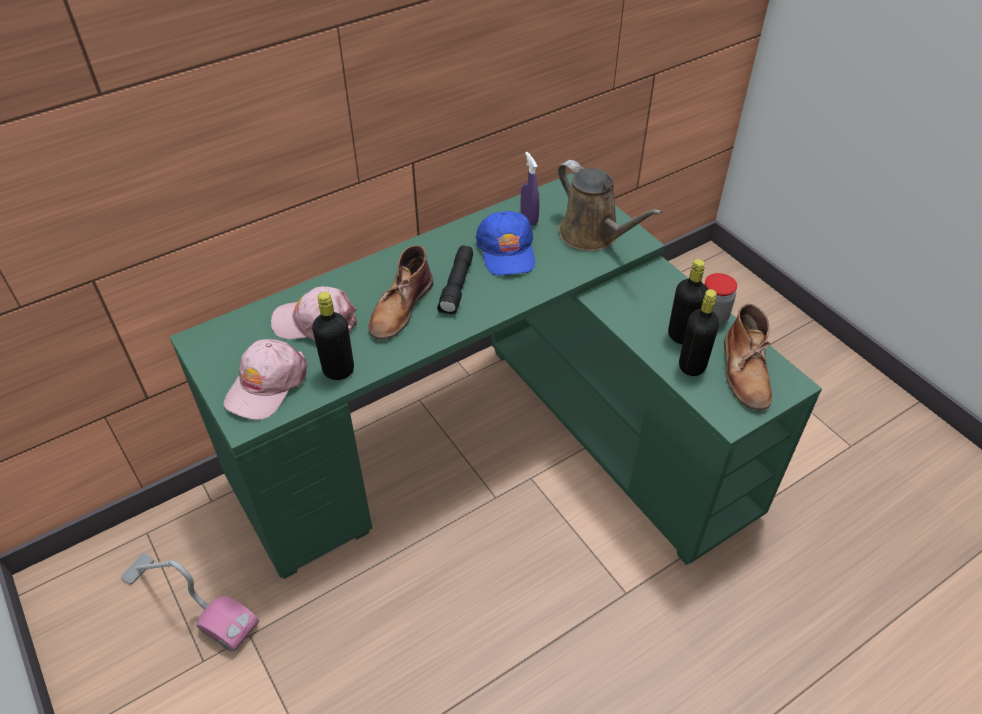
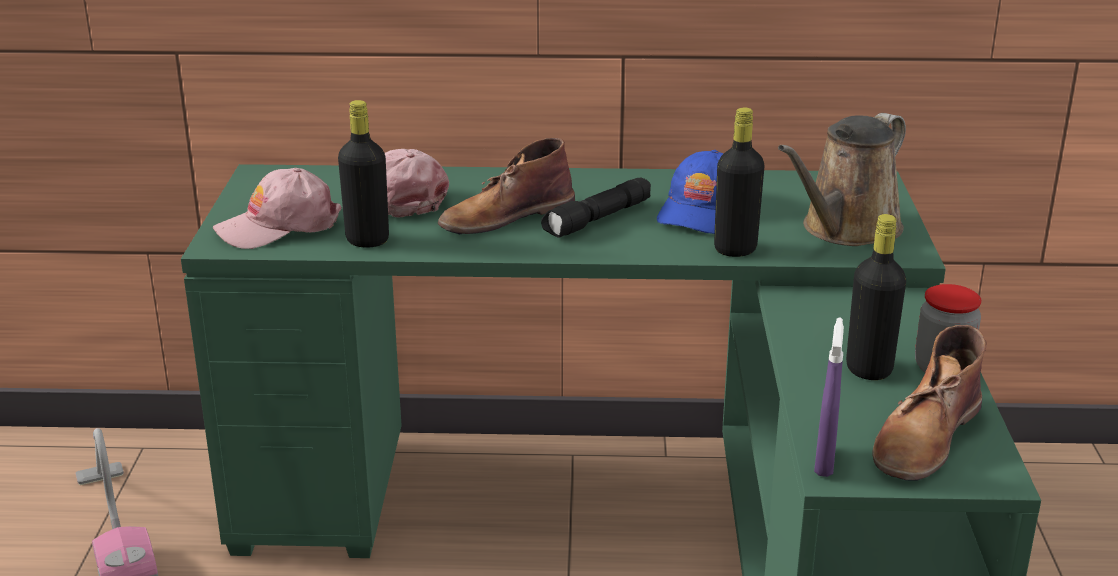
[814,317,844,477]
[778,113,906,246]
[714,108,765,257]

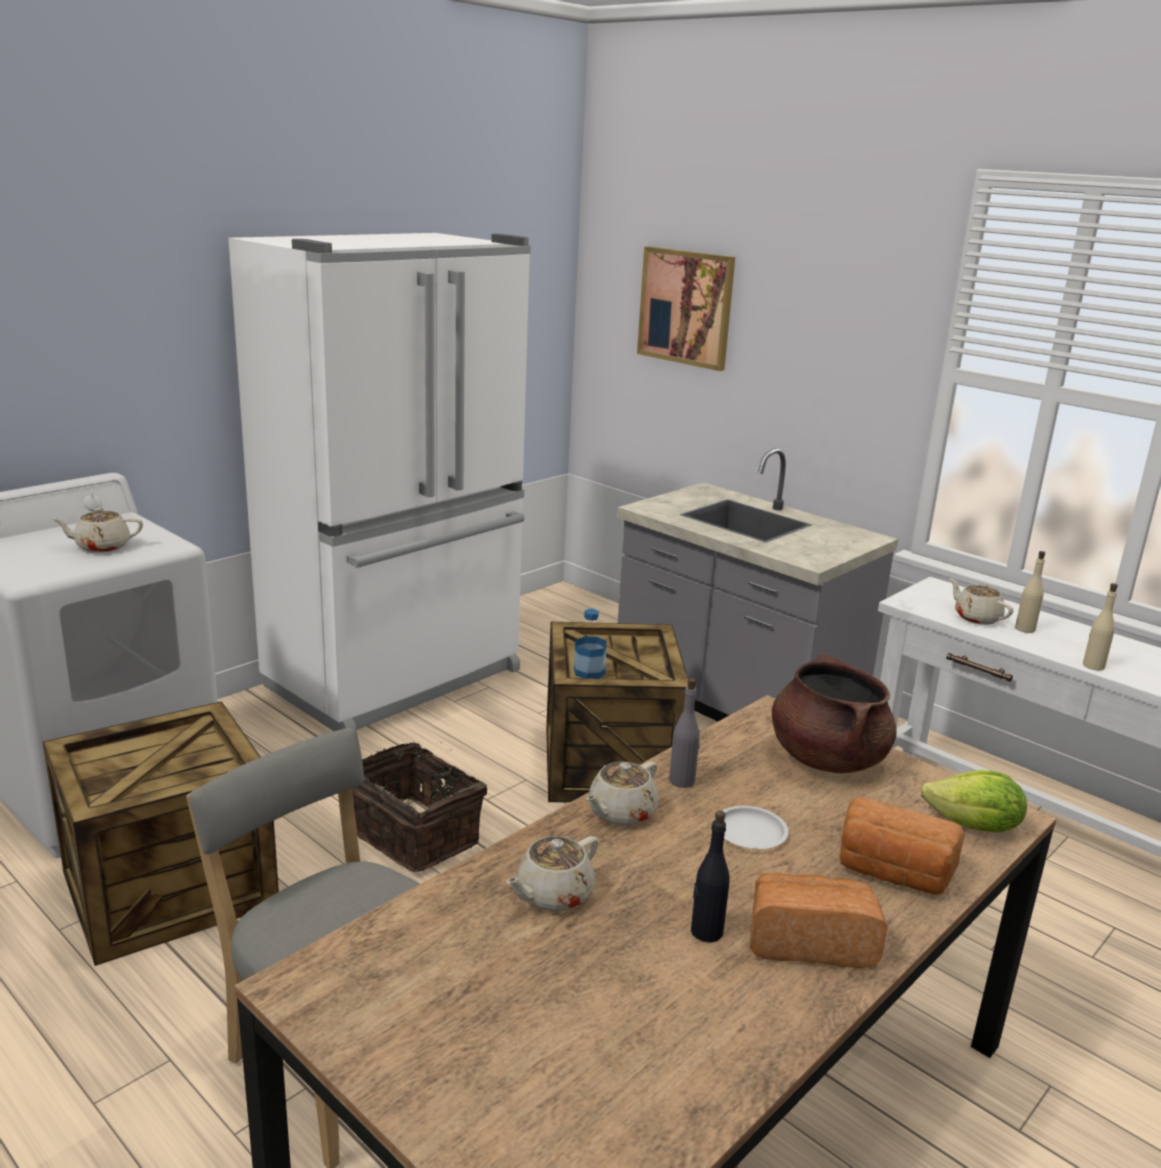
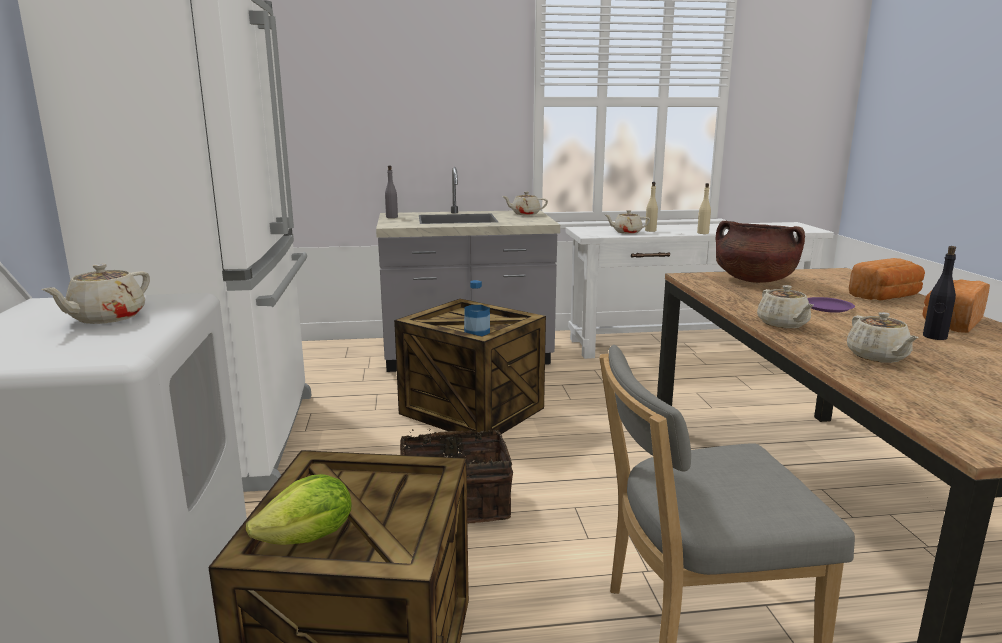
[637,247,735,371] (first image)
[385,165,398,218]
[246,474,352,545]
[808,297,855,313]
[502,191,548,215]

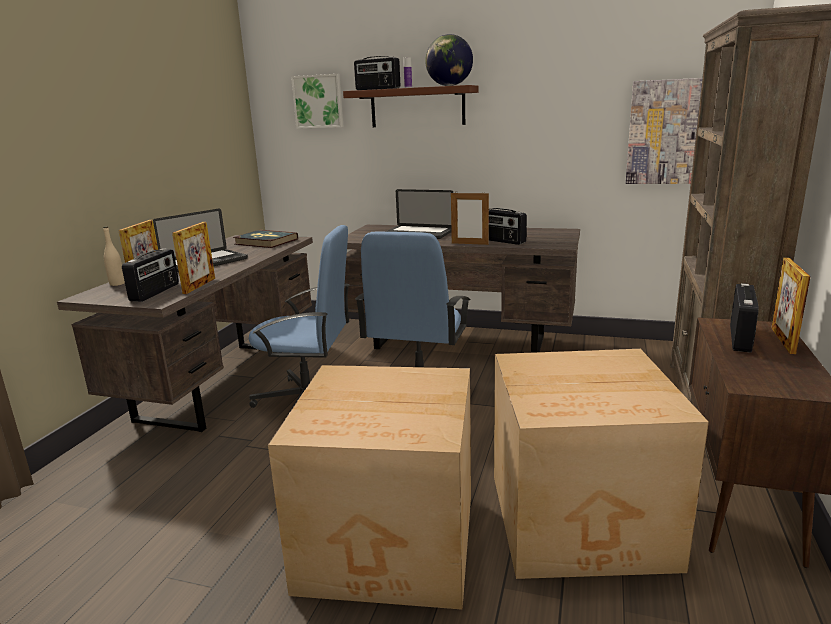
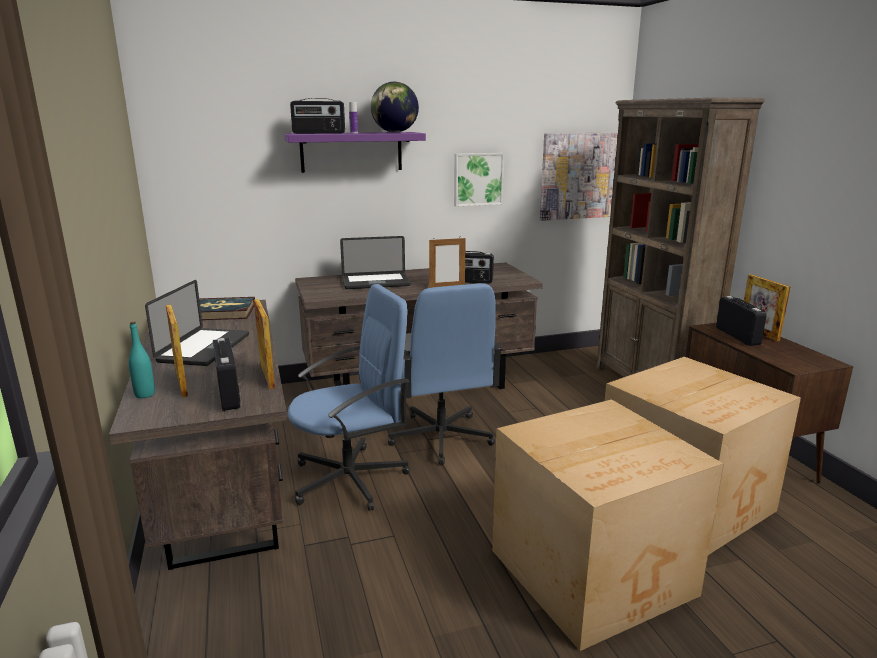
[454,153,504,206]
[284,132,426,173]
[129,322,155,398]

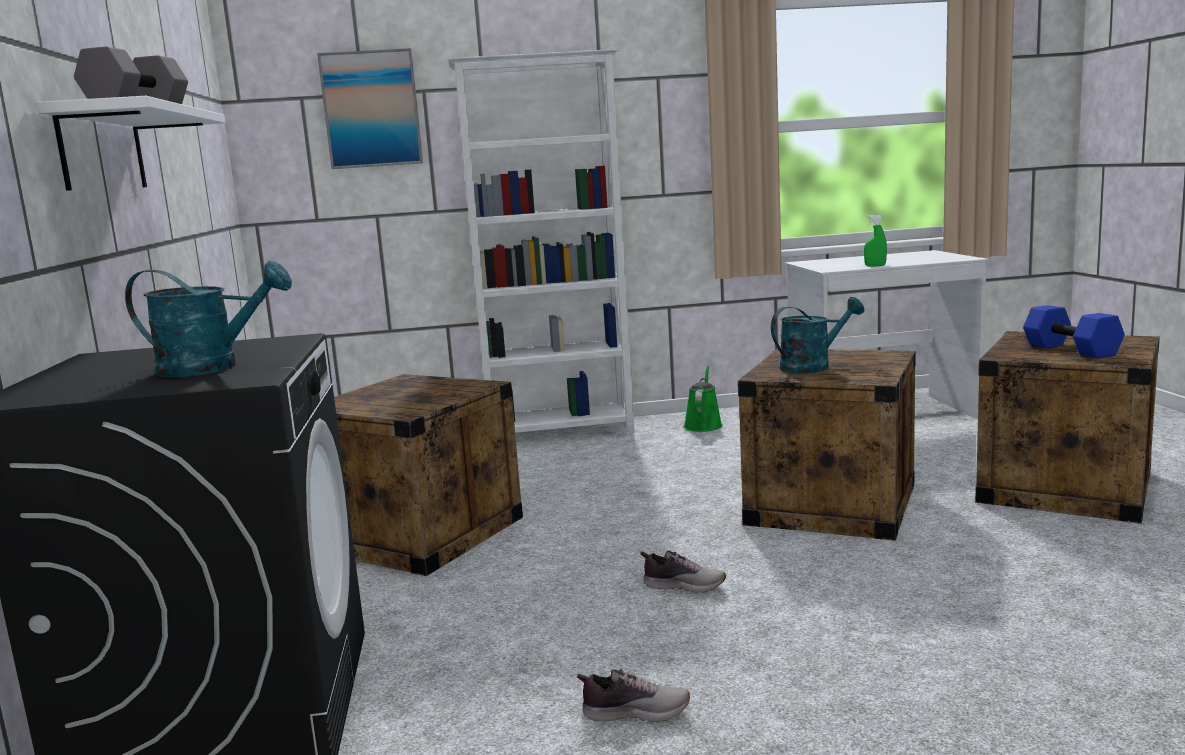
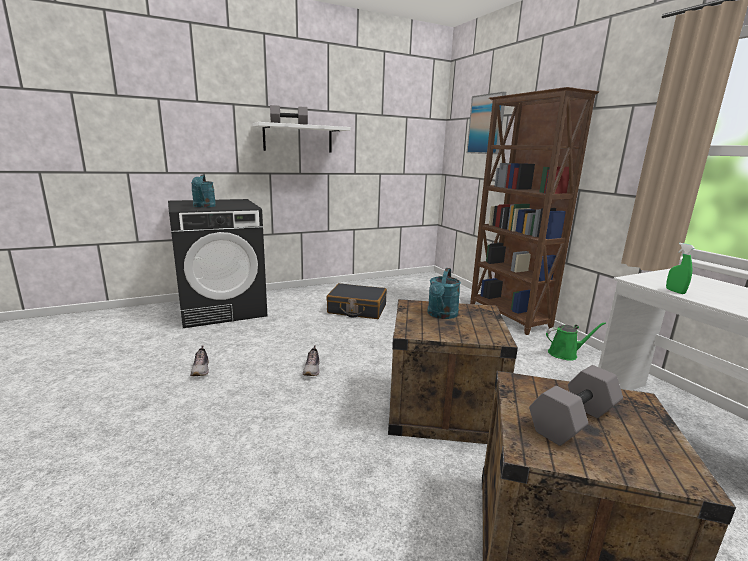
[470,87,599,335]
[427,268,461,319]
[529,365,623,446]
[326,283,387,319]

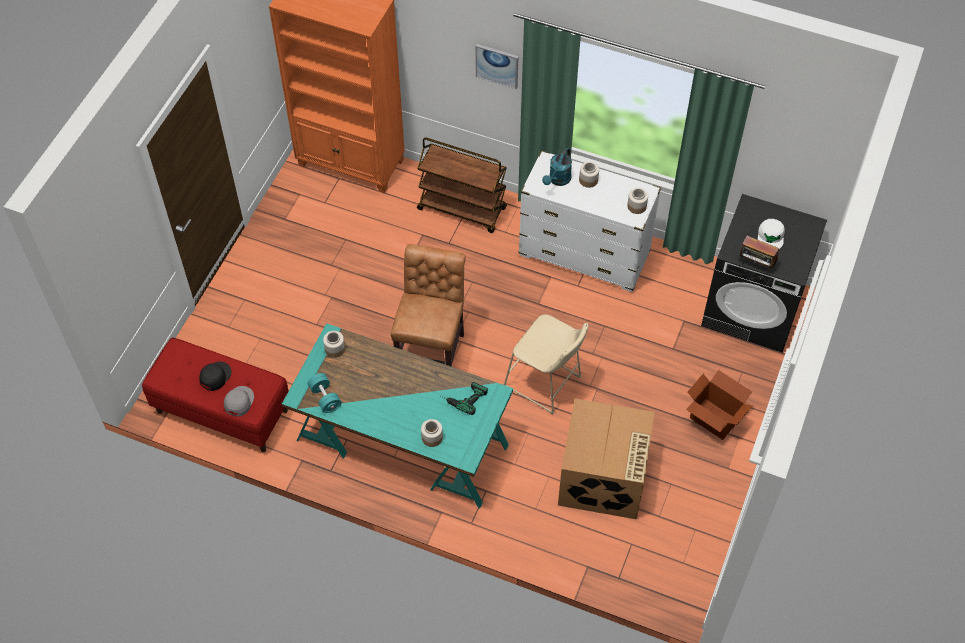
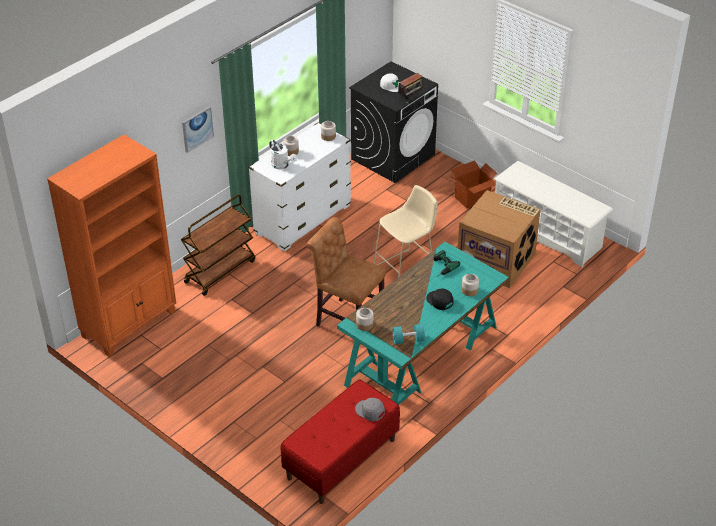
[269,140,297,169]
[426,288,453,310]
[494,161,613,267]

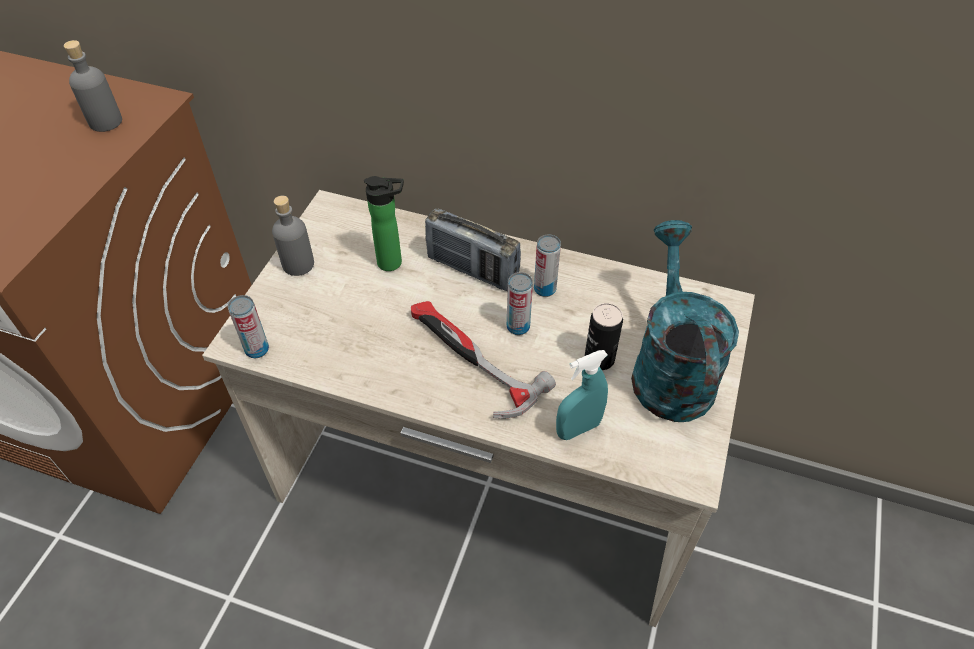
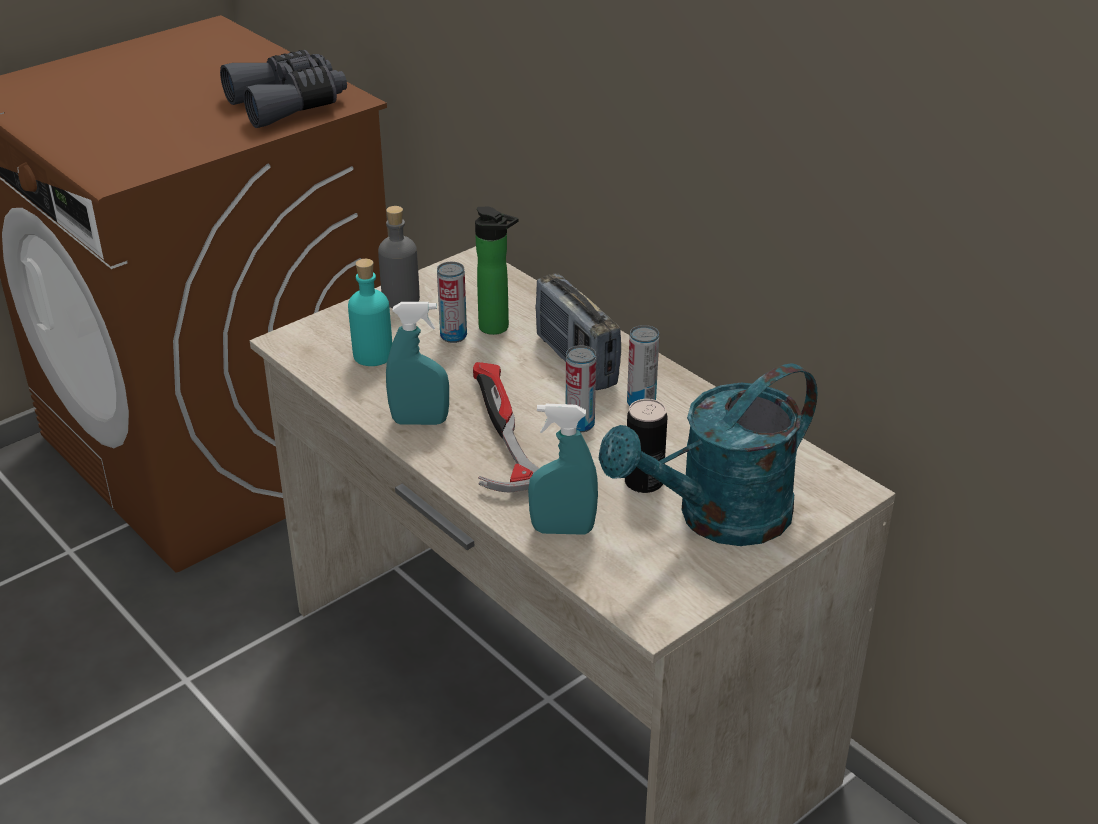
[220,50,347,128]
[599,363,818,546]
[437,262,467,343]
[348,259,392,366]
[386,302,449,425]

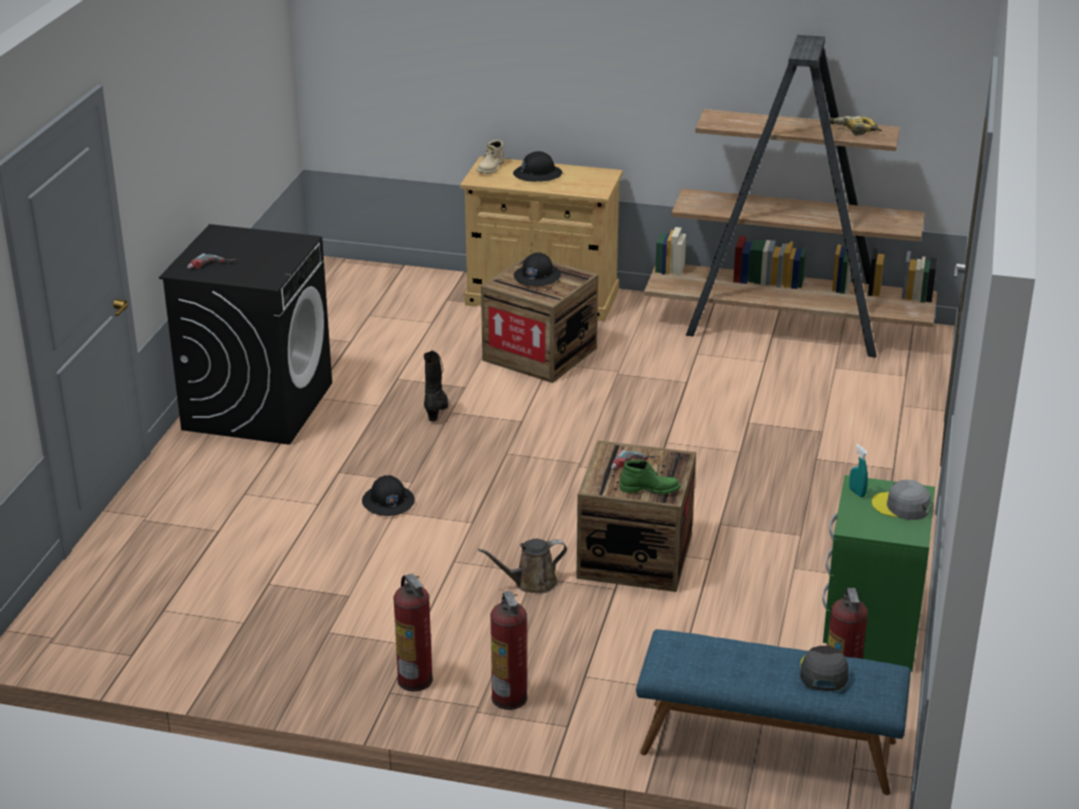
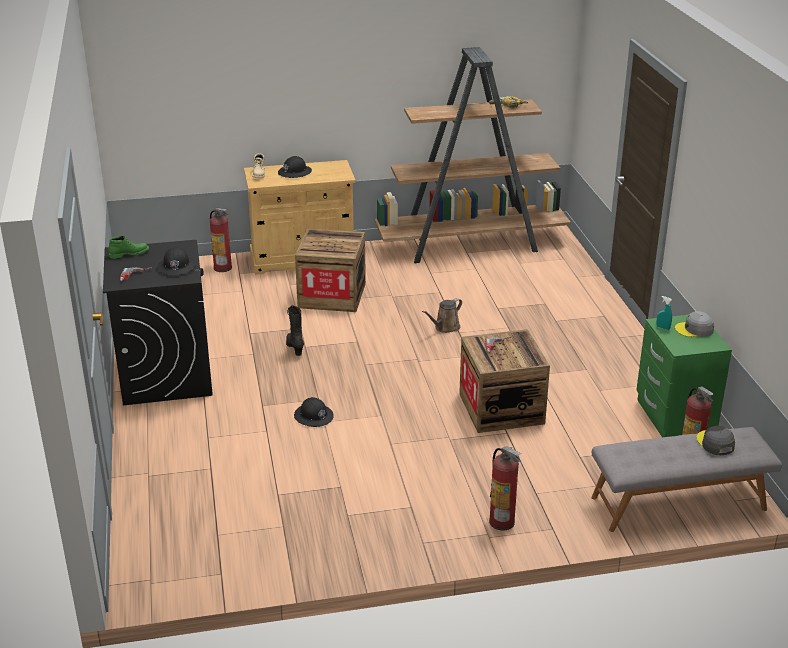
[157,247,196,275]
[109,236,149,259]
[422,298,462,333]
[210,208,232,272]
[591,427,782,532]

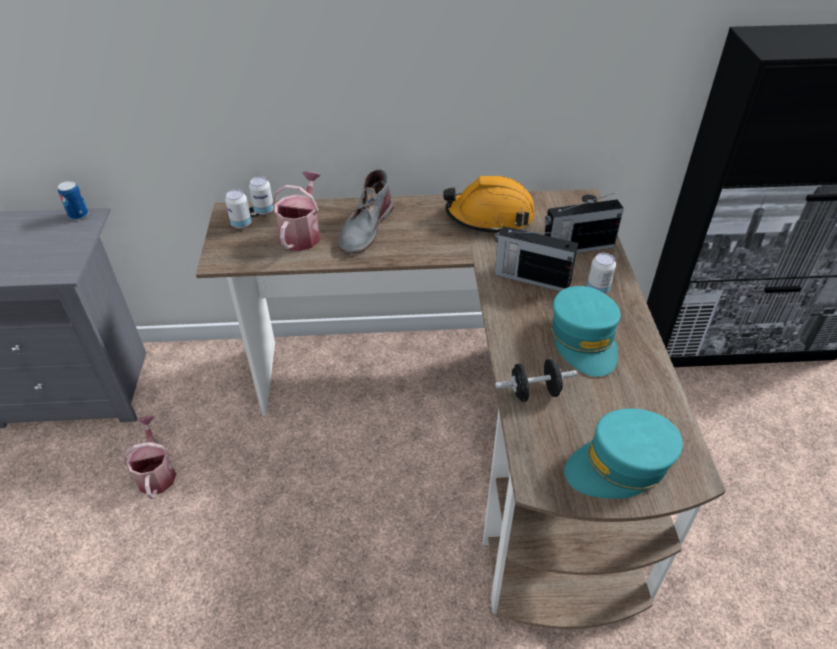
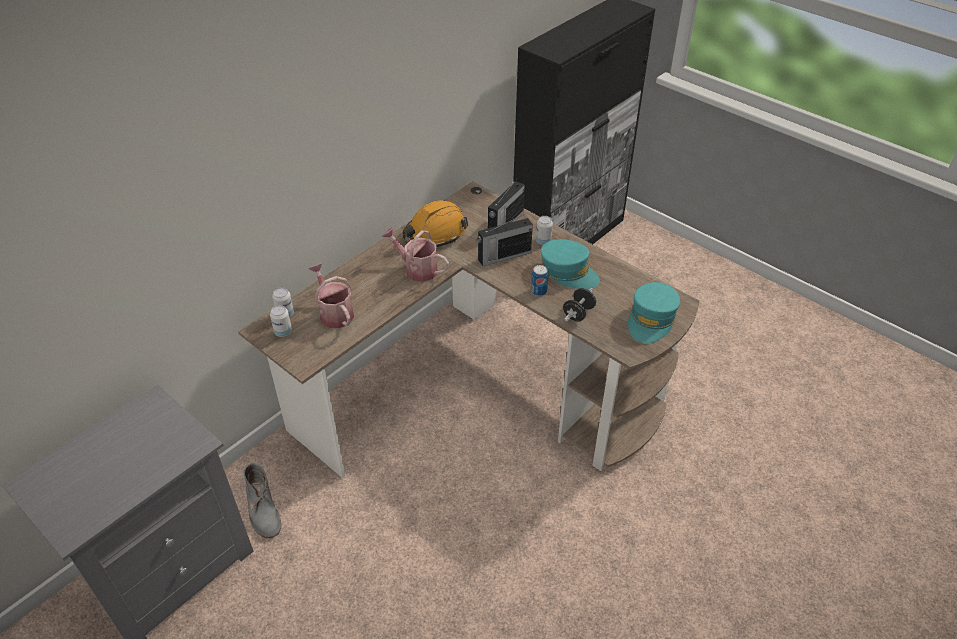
[244,463,281,539]
[531,265,548,296]
[382,227,449,282]

